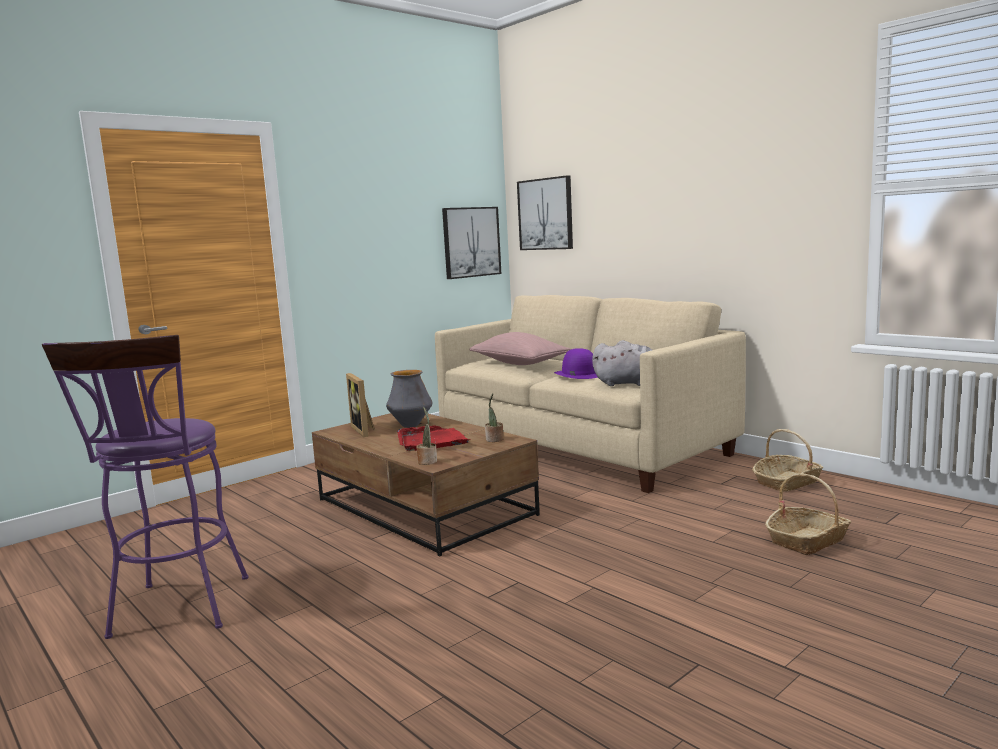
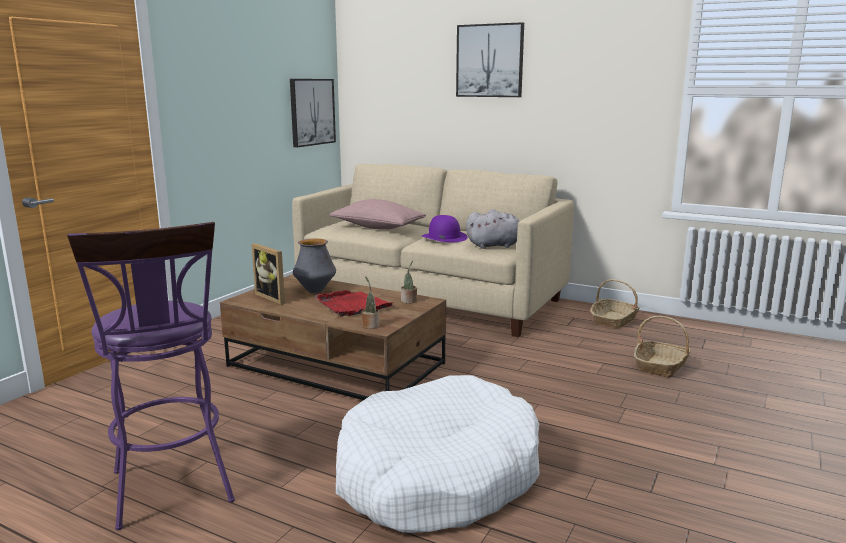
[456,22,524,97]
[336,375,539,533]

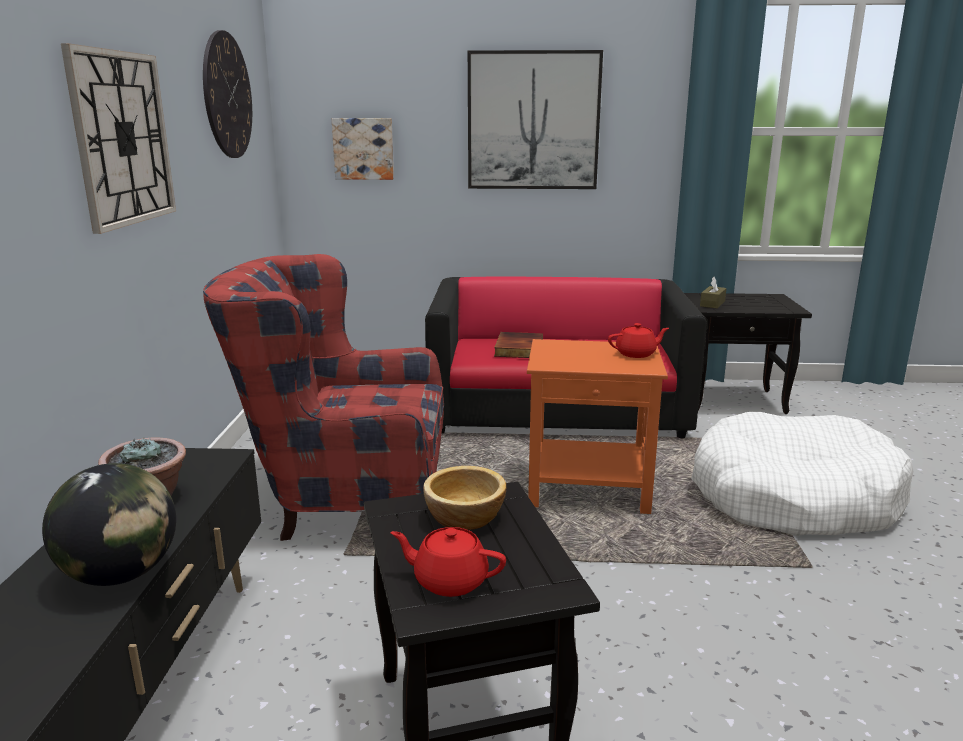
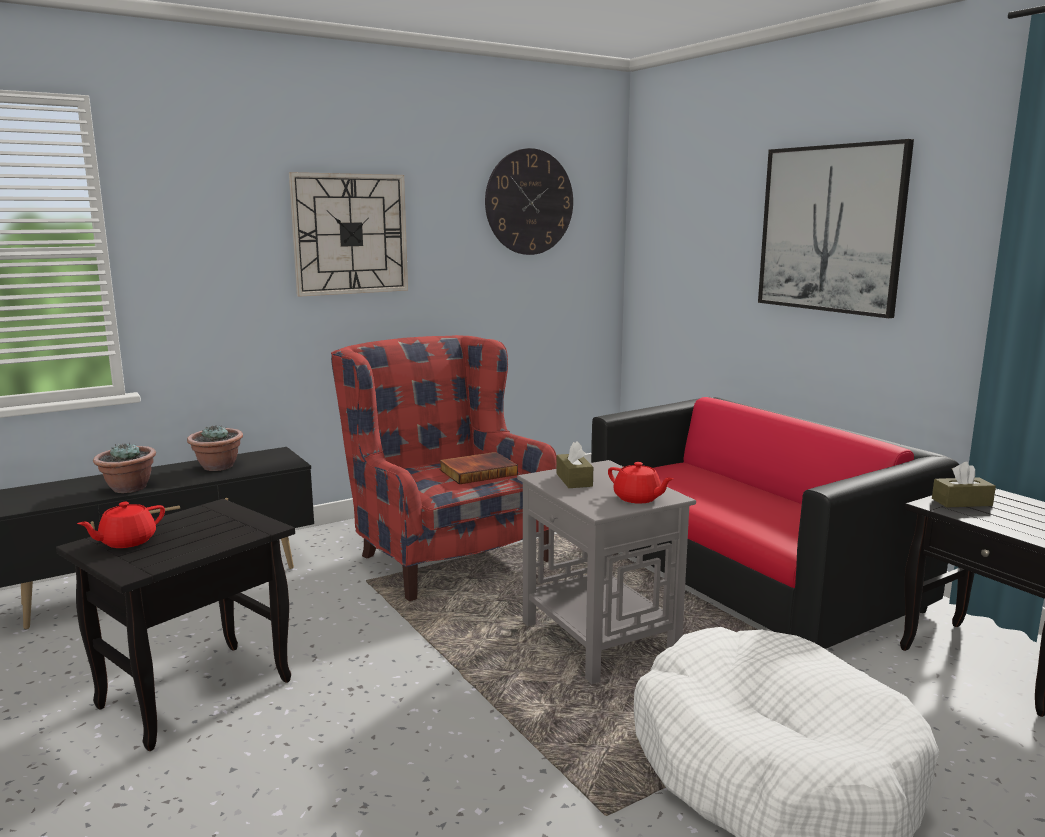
[332,118,394,180] (first image)
[439,452,518,484]
[517,460,696,684]
[93,443,156,493]
[423,466,507,530] (first image)
[77,502,165,548]
[556,441,593,488]

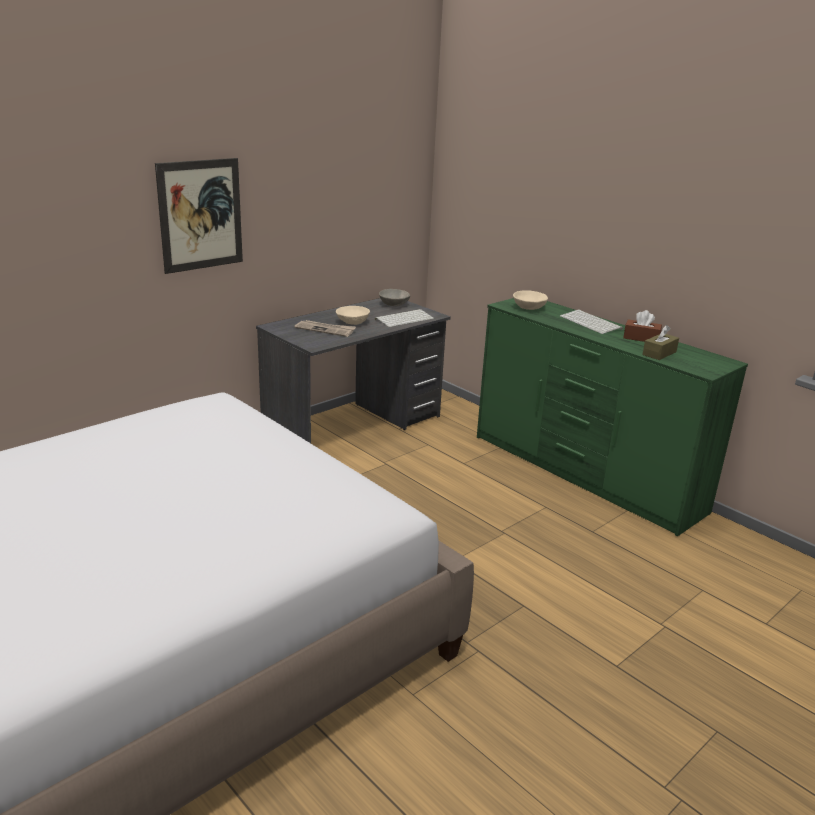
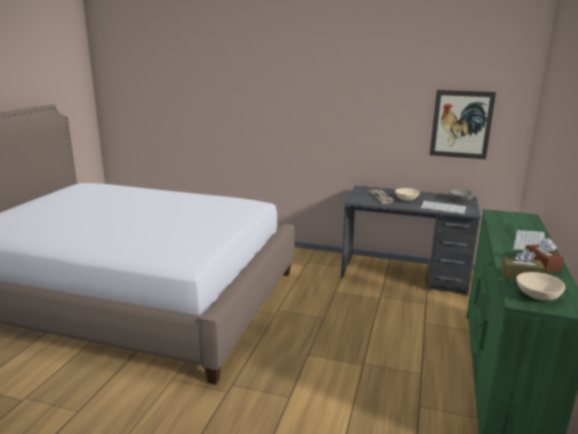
[430,90,496,159]
[516,272,565,301]

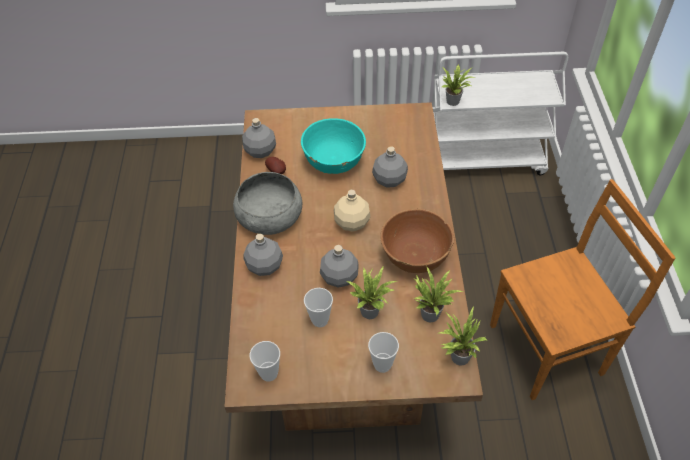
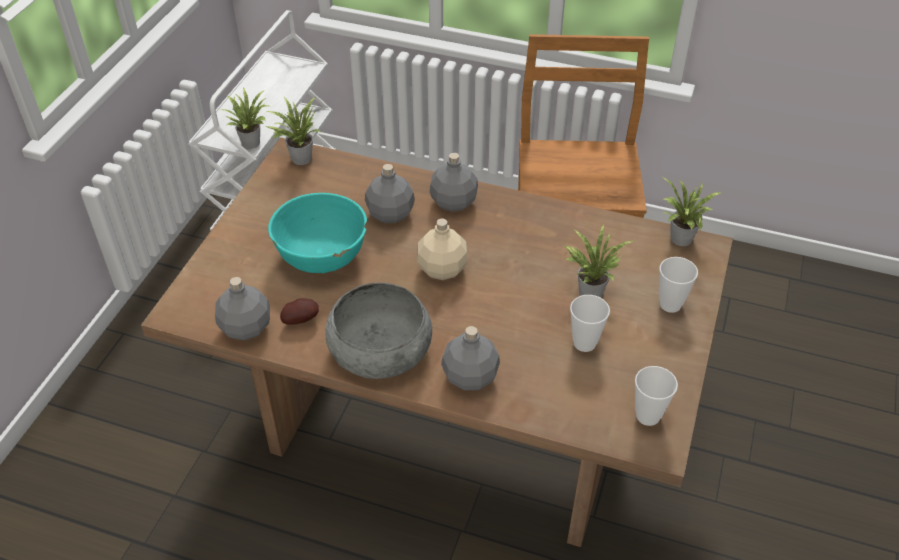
[380,209,454,273] (first image)
[429,152,478,212]
[266,97,321,165]

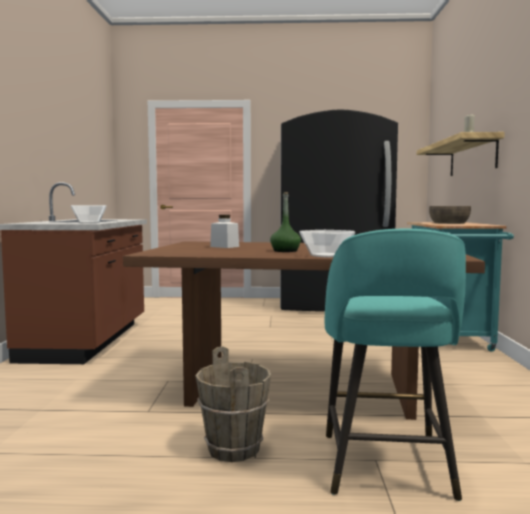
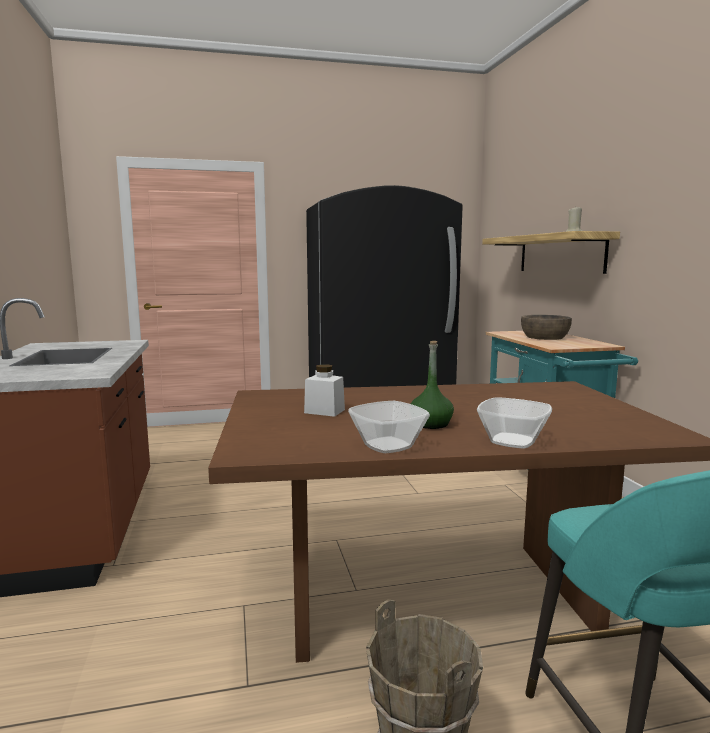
[348,401,430,453]

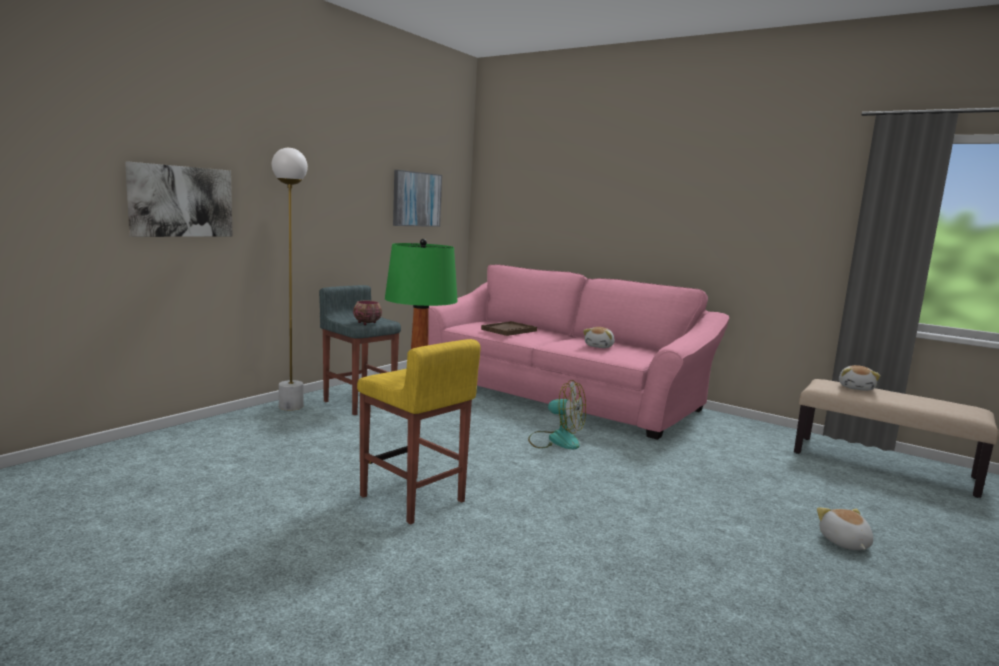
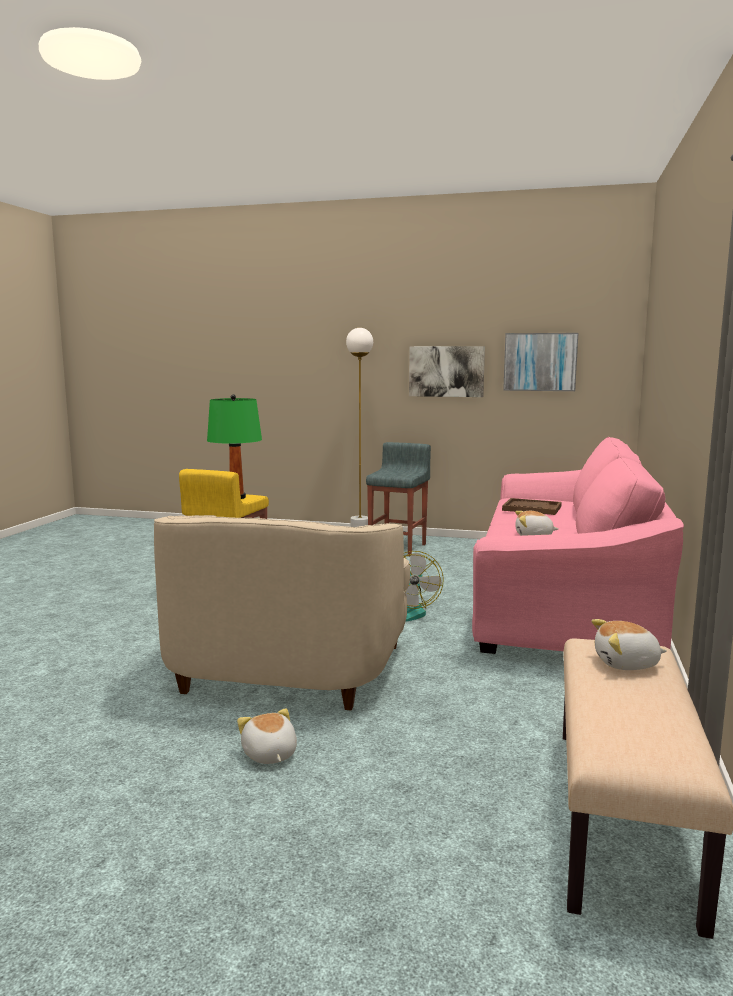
[409,346,485,397]
[353,301,382,325] (first image)
[237,708,297,764]
[154,515,410,711]

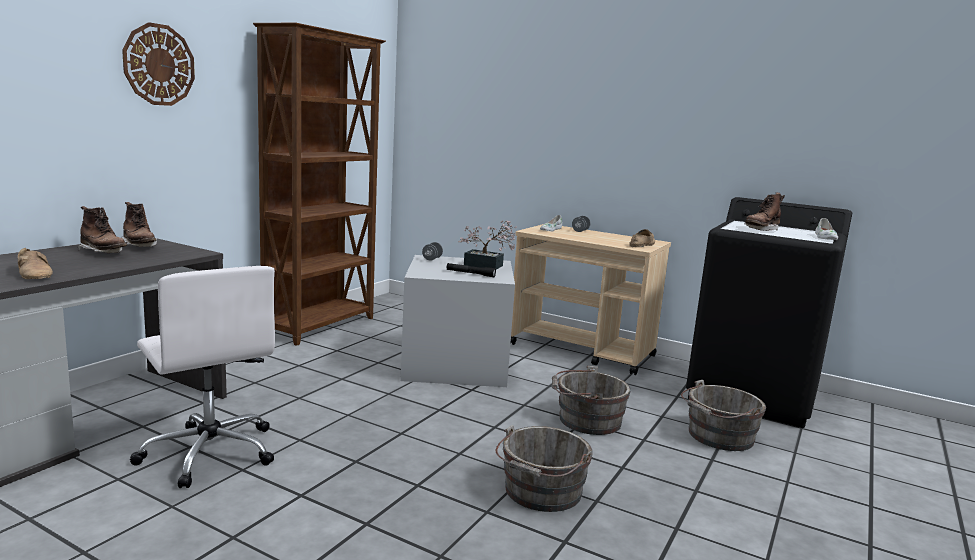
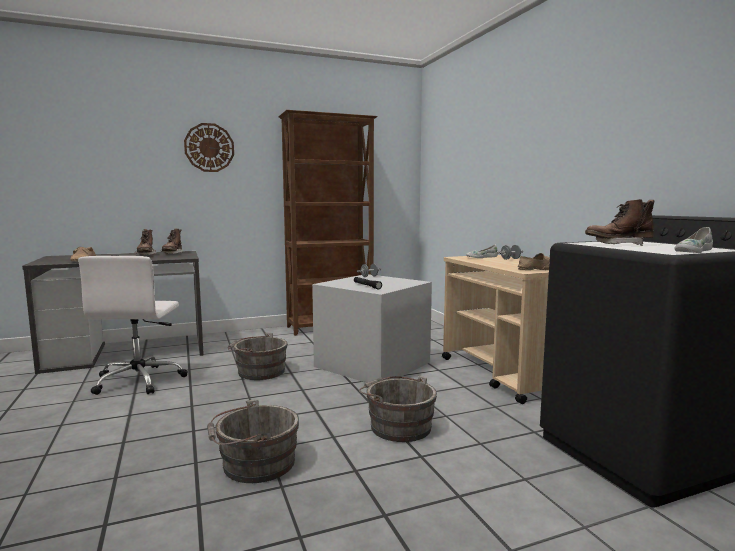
[458,220,517,270] (first image)
[228,333,288,380]

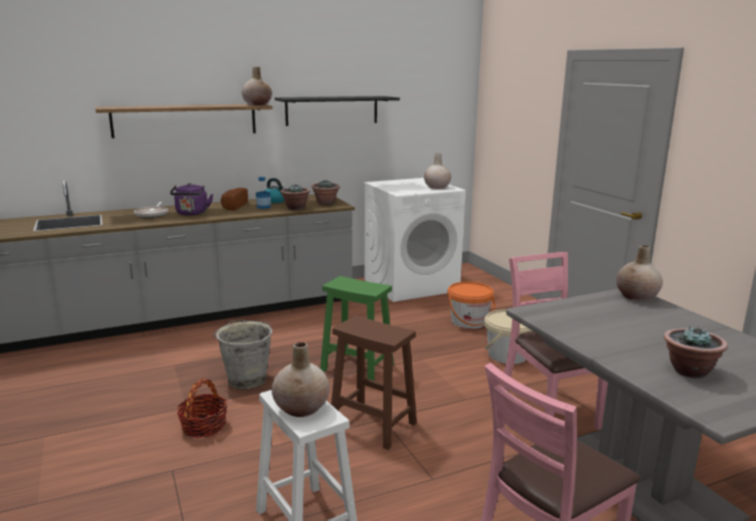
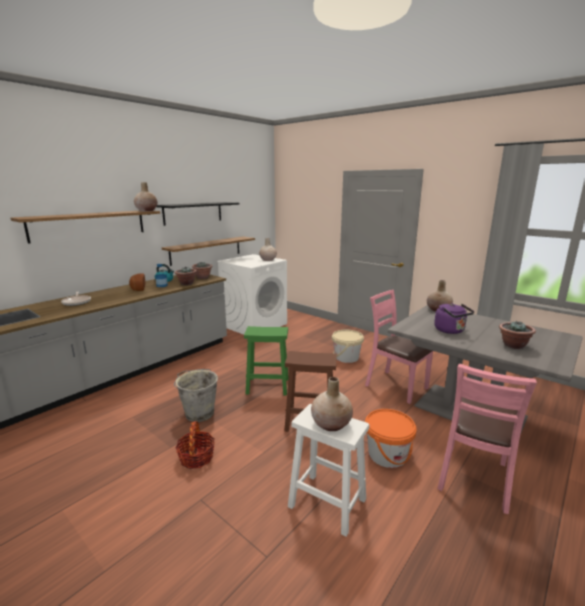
[434,303,474,334]
[365,409,417,468]
[162,236,255,266]

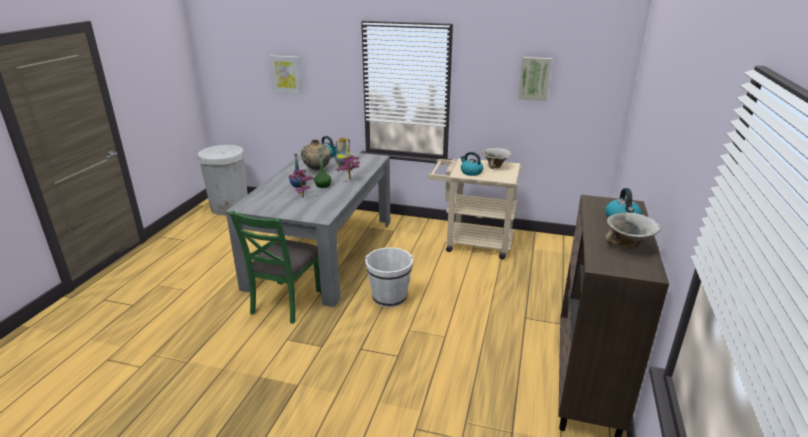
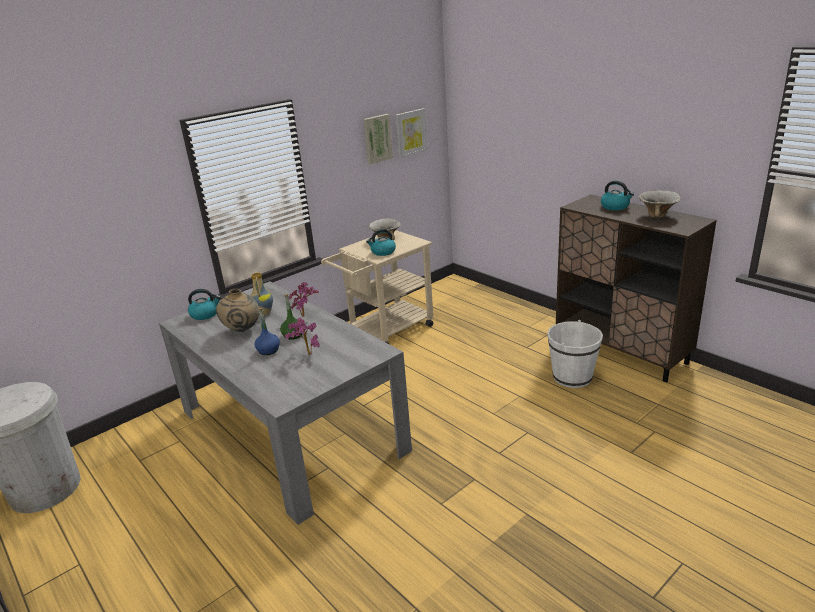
[396,108,427,158]
[229,211,321,324] (first image)
[547,320,603,388]

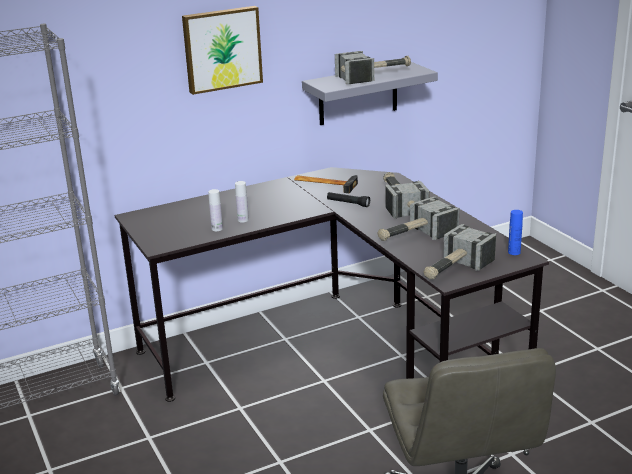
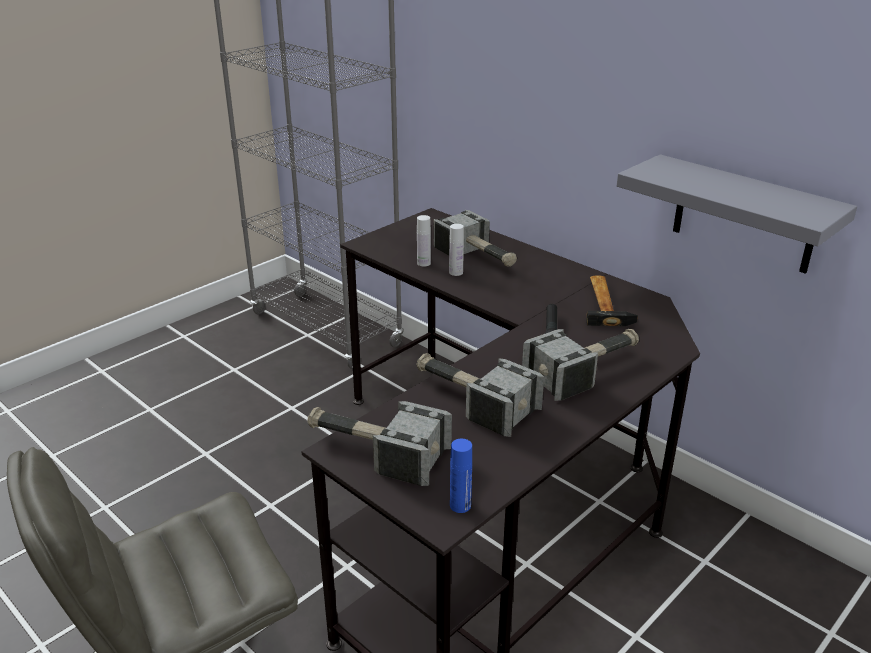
[182,6,263,95] (first image)
[434,210,517,267]

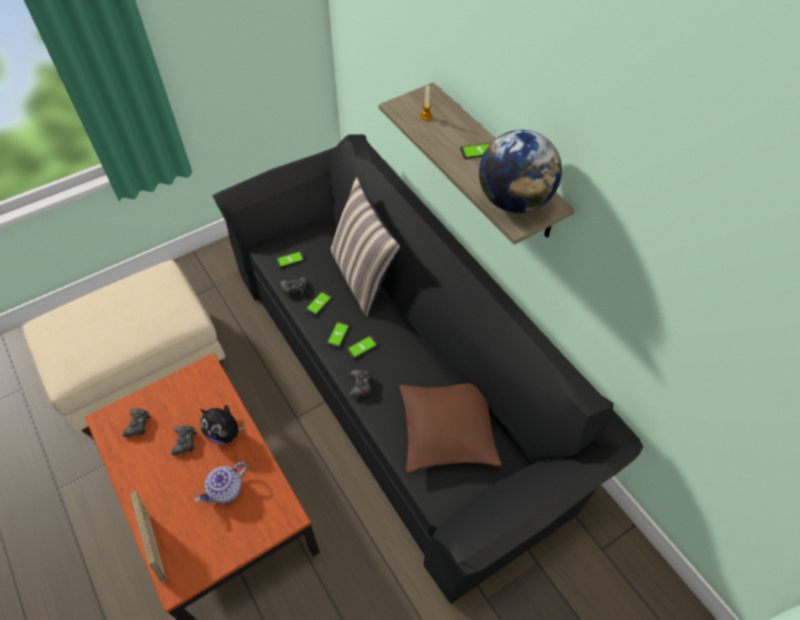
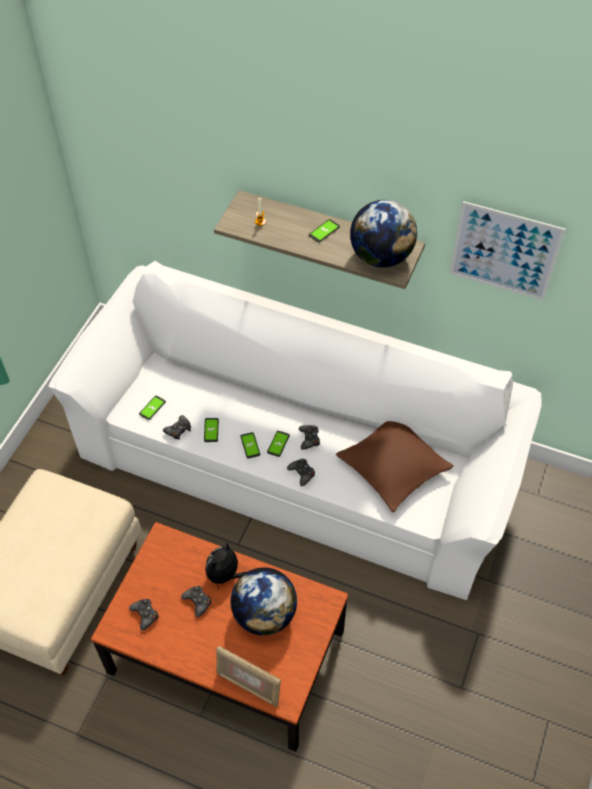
[48,261,542,600]
[330,177,400,317] (first image)
[205,543,247,589]
[231,567,297,636]
[449,201,566,301]
[299,425,320,450]

